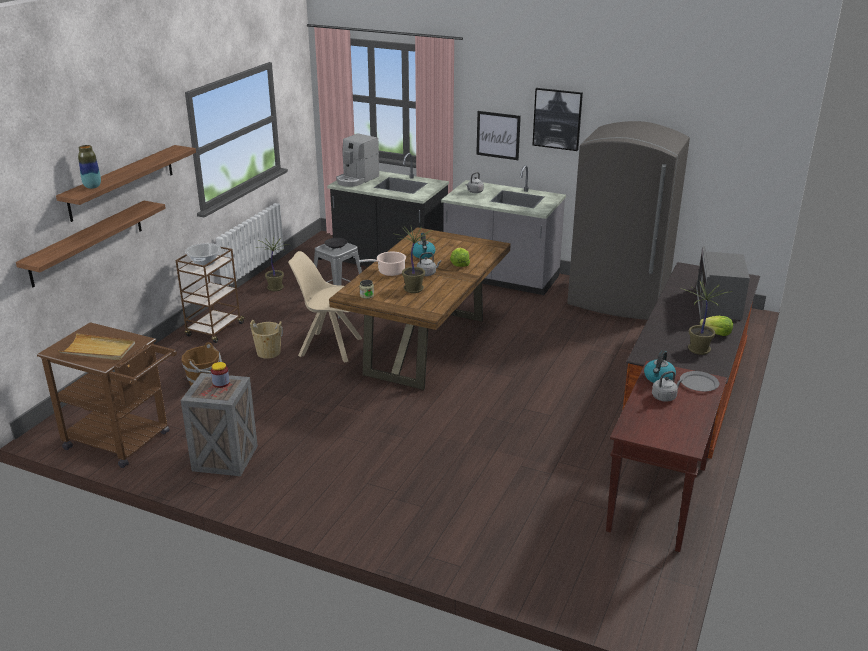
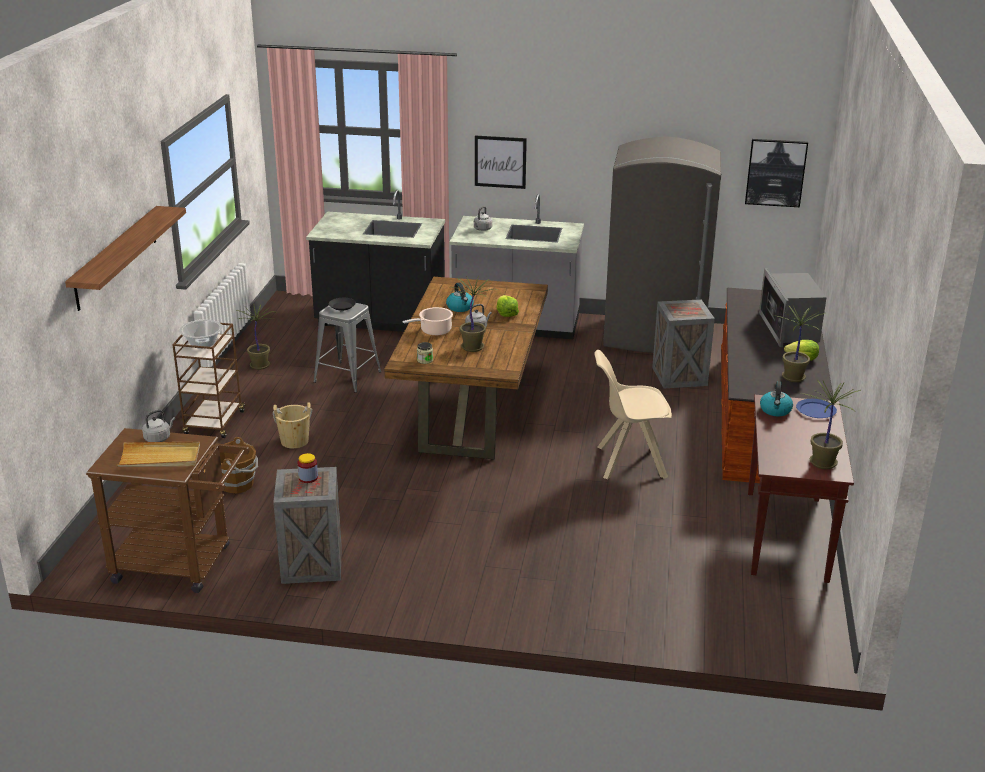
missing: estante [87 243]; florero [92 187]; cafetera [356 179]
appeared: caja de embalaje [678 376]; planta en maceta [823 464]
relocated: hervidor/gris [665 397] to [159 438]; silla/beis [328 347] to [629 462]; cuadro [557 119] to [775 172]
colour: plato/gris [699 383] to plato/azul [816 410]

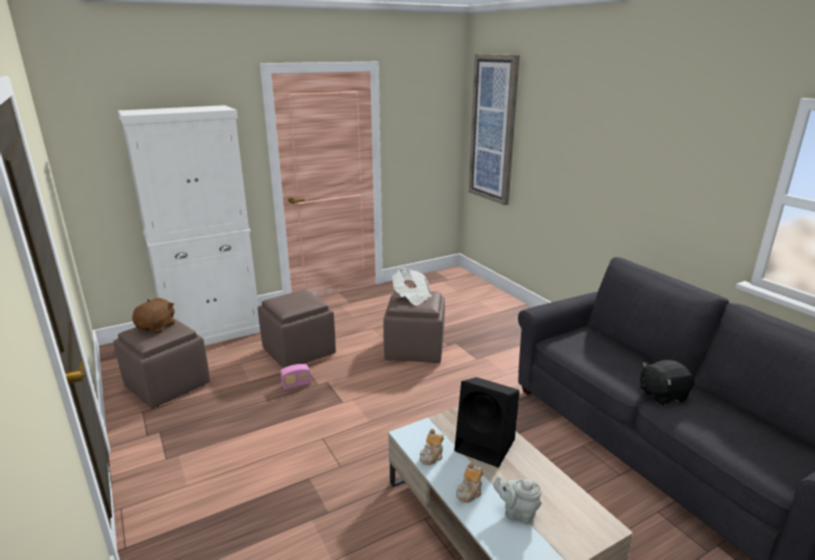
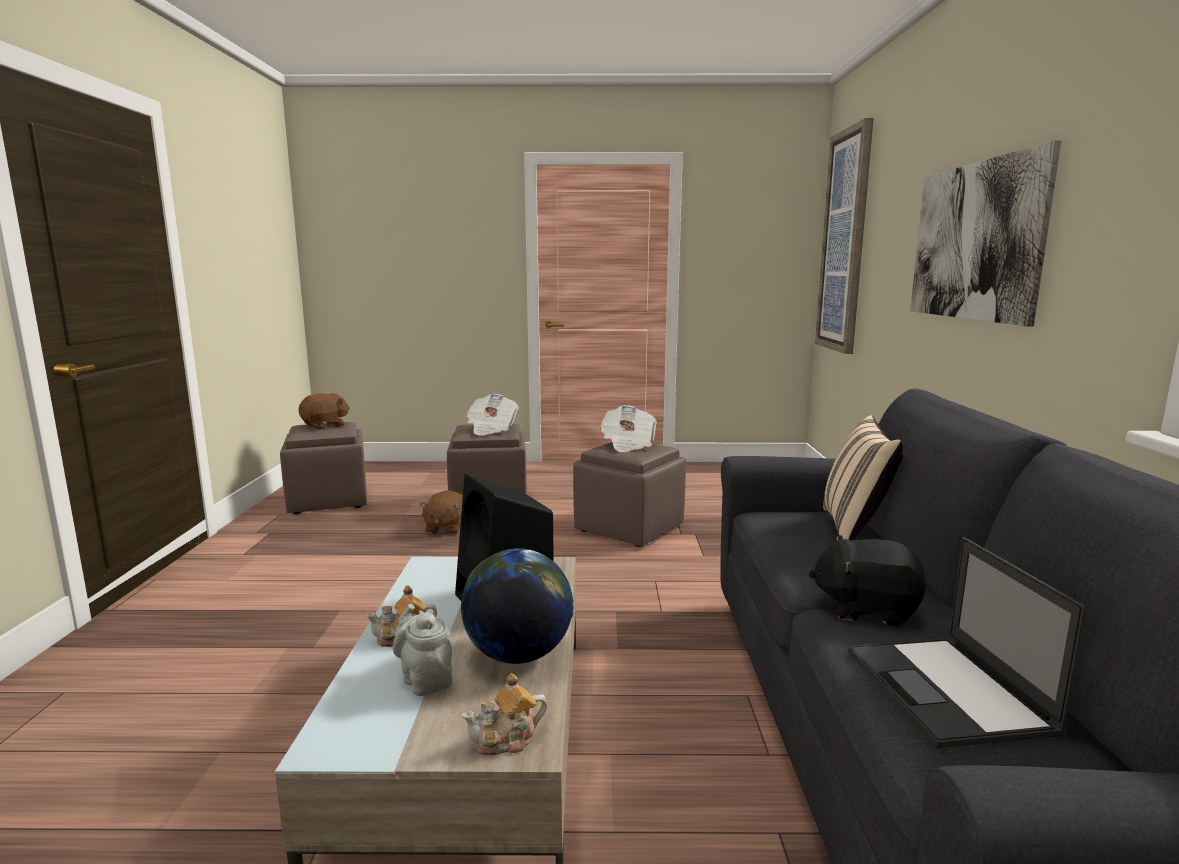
missing: armario/blanco [213 333]
appeared: globo terráqueo [518 655]; periódico [491 429]; cojín/beis [855 529]; portátil [948 691]; cuadro [974 241]
relocated: tetera [432 456] to [506 740]
exchanged: radio [296 385] to peluche/marrón [445 528]

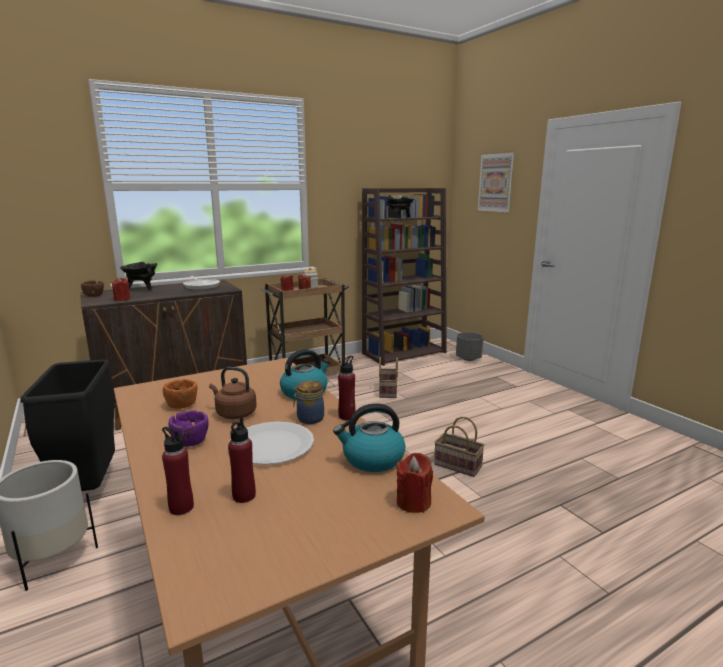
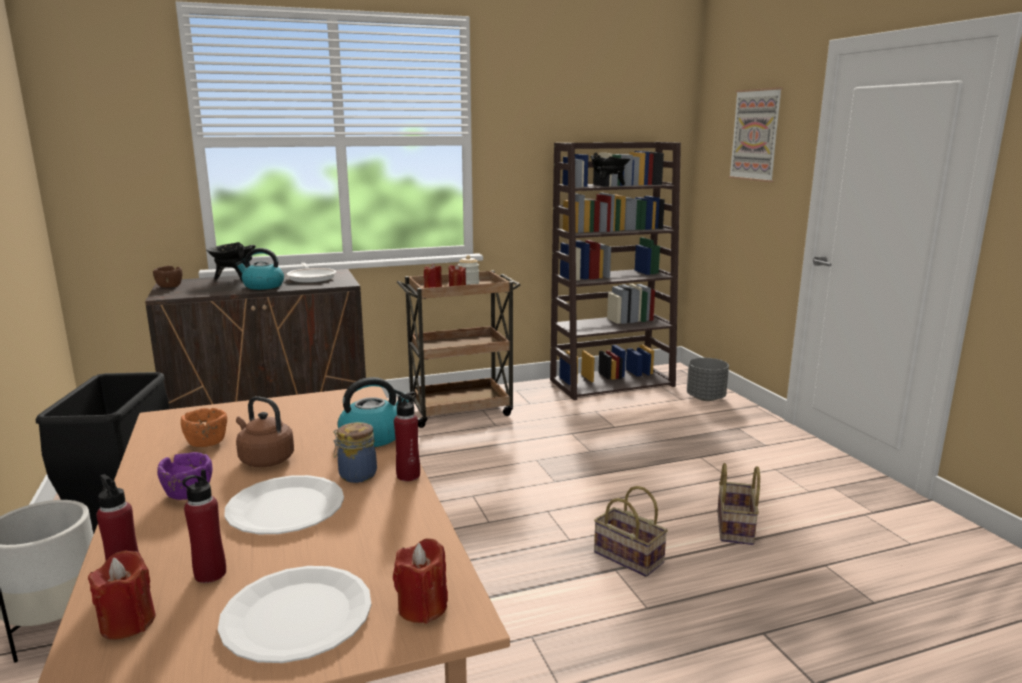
appeared: plato/blanco [297 615]
relocated: vela/rojo [122 299] to [128 623]; hervidor [372 459] to [262 286]; cesta [388 392] to [736 528]

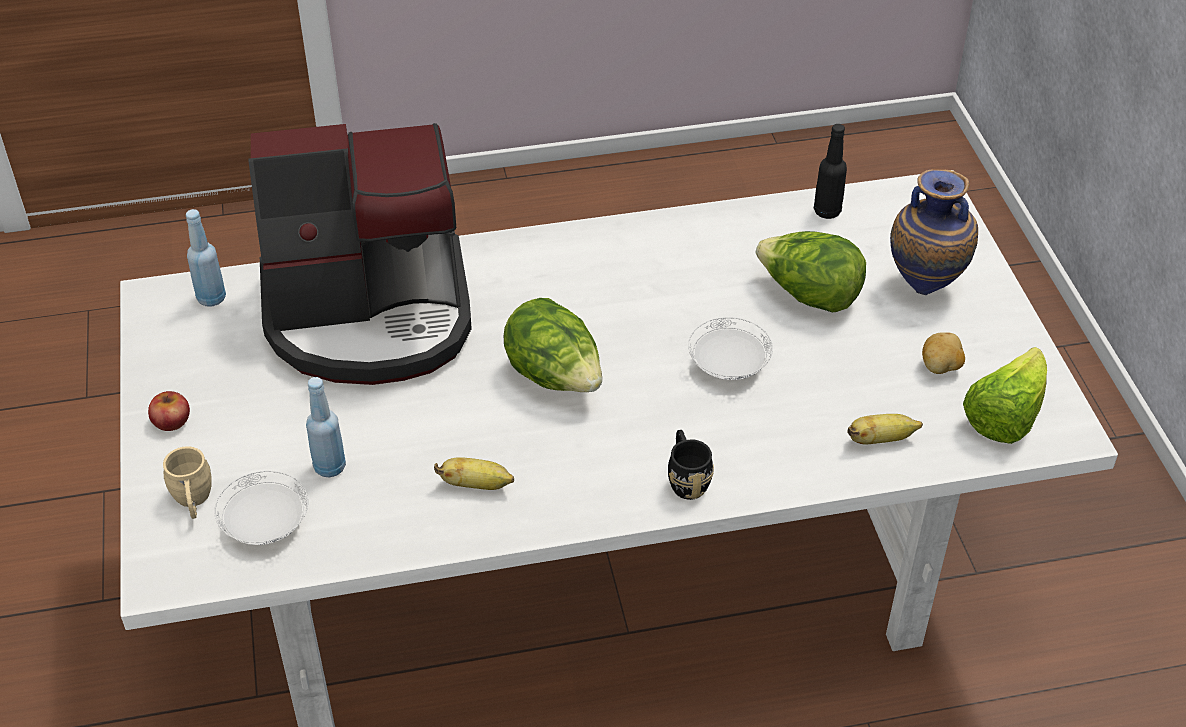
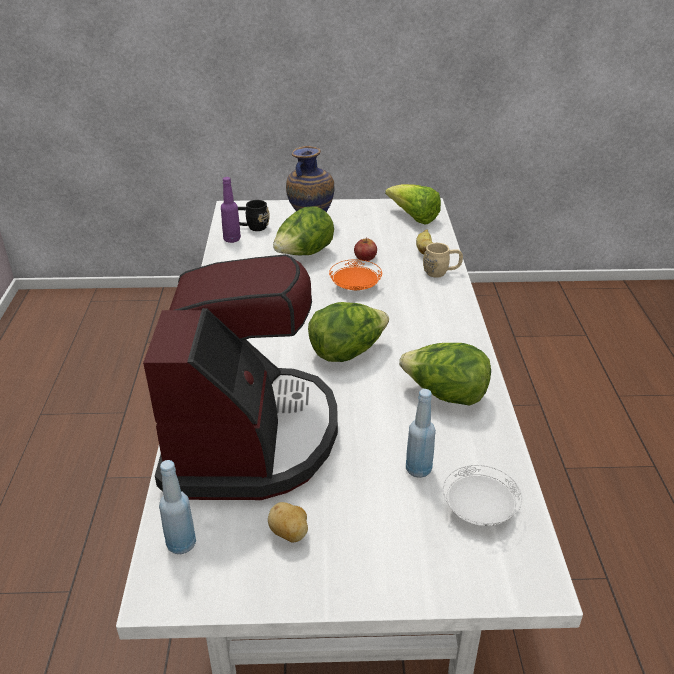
relocated: taza grande/negro [686 479] to [252 227]; patata [940 367] to [289 534]; manzana [171 420] to [365 257]; taza grande/beis [193 502] to [441 272]
exchanged: plátano [477 485] to lechuga [445 395]
colour: botella/negro [827 211] to botella/morado [232 239]; plato/blanco [729 366] to plato/naranja [355 287]

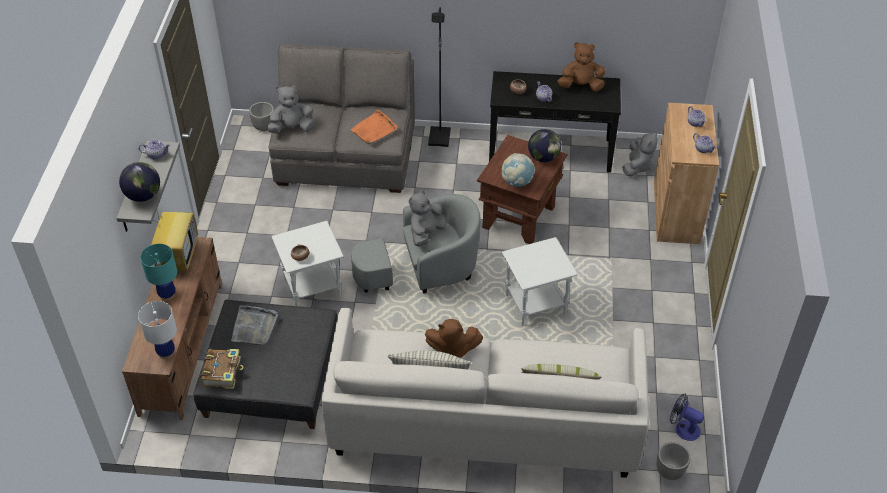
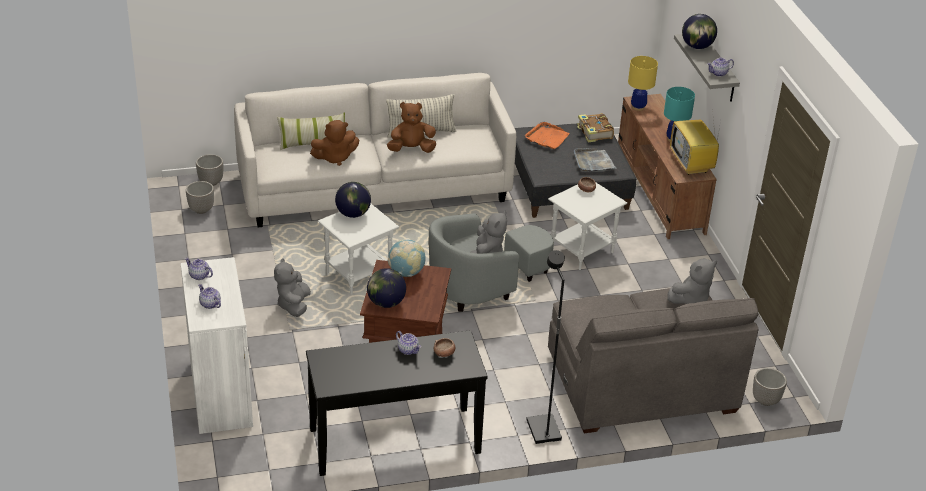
appeared: globo terráqueo [353 214]
relocated: peluche/gris [637 166] to [293 305]; peluche/marrón [581 86] to [335 158]; bandeja/naranja [374 129] to [547 137]
exchanged: ventilador [683 428] to maceta [201 209]
colour: armario/marrón [676 212] to armario/blanco [221 394]; lámpara de mesa/blanco [166 352] to lámpara de mesa/amarillo [638 107]

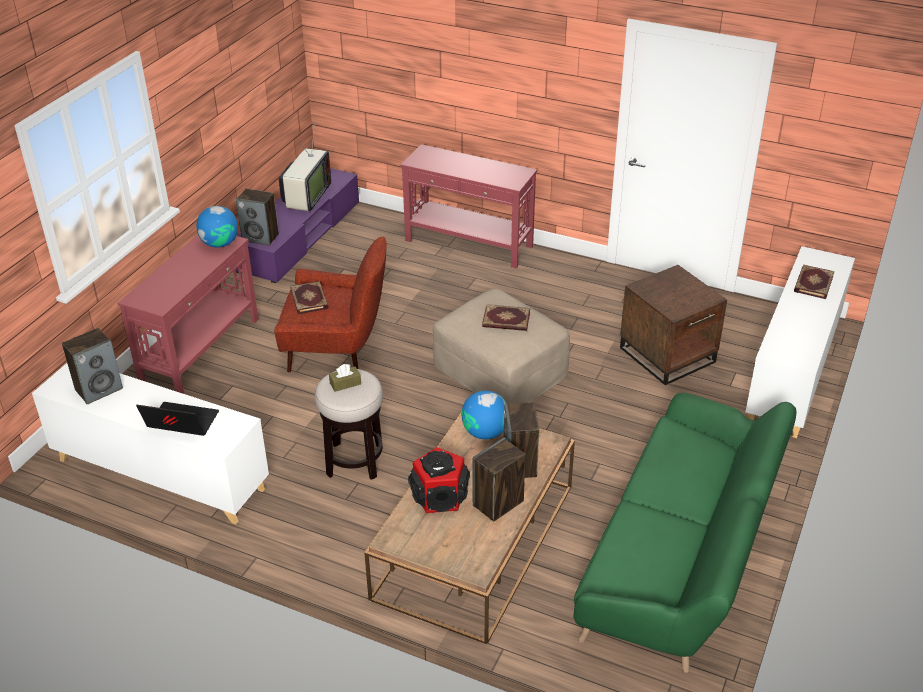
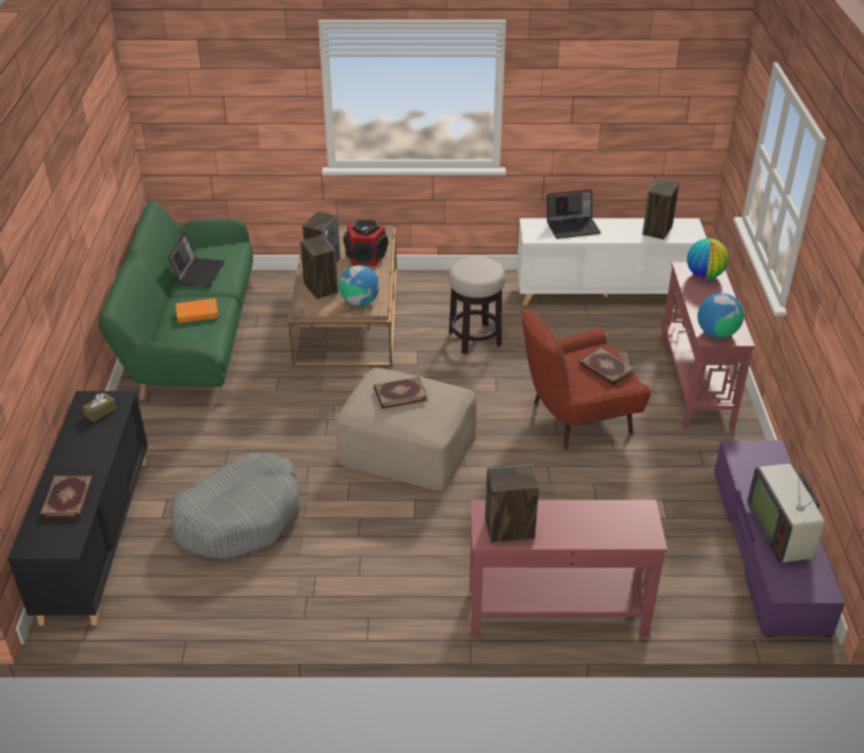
appeared: portátil [198 272]; libro/naranja [197 314]; globo terráqueo [704 275]
relocated: caja de pañuelos/marrón [345 383] to [100 412]; altavoz [261 237] to [509 529]
exchanged: mesa auxiliar/marrón [668 354] to cama para perro/gris [240 517]
colour: armario/blanco [793 372] to armario/negro [96 537]

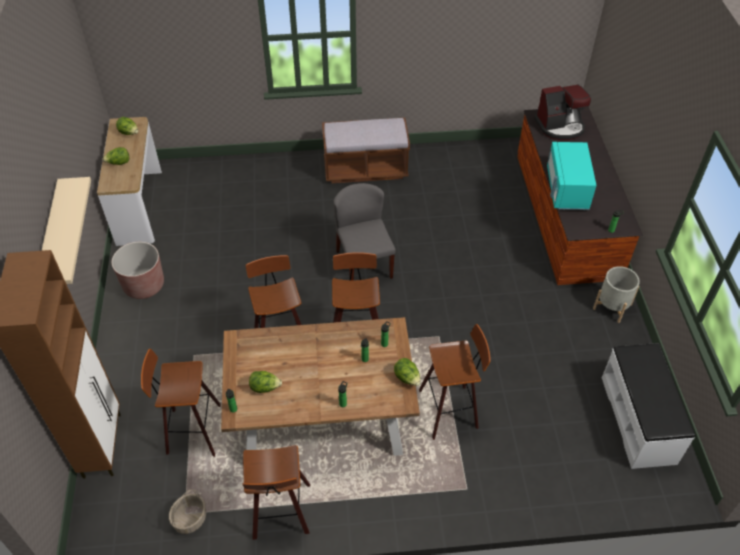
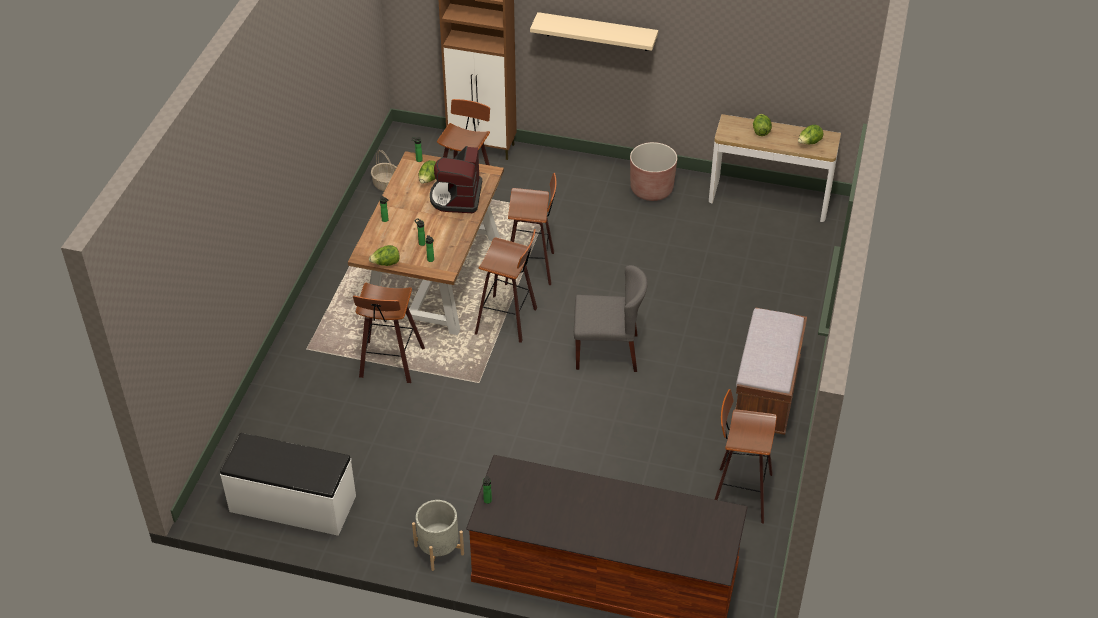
missing: microondas/turquesa [566 189]
relocated: cafetera [560 126] to [457 197]; taburete [280 513] to [739 493]

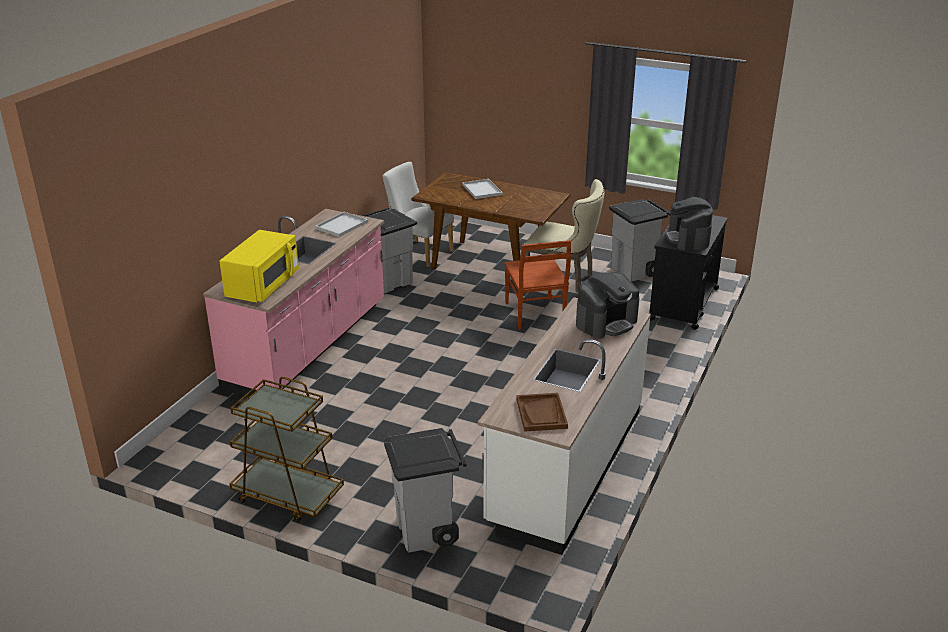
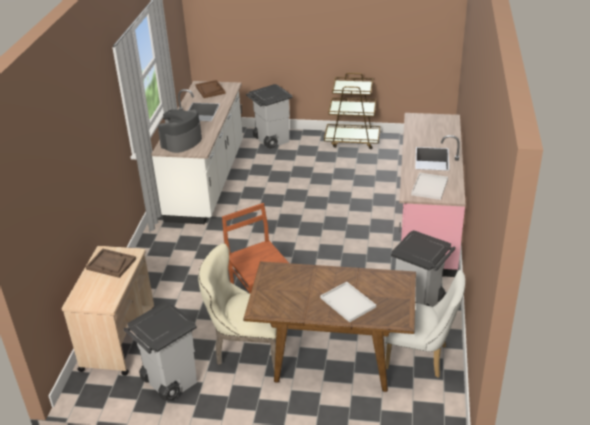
missing: microondas/amarillo [263 286]
exchanged: cafetera [688 239] to bandeja/marrón [111 264]
colour: carrito/negro [683 304] to carrito/beis [119 339]

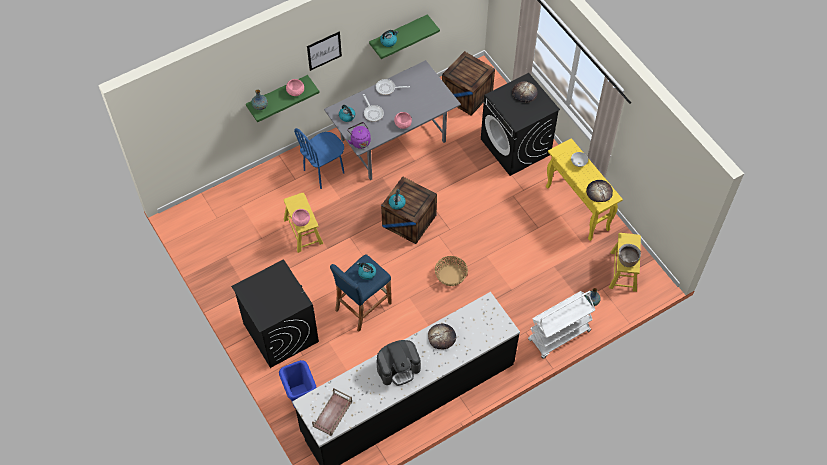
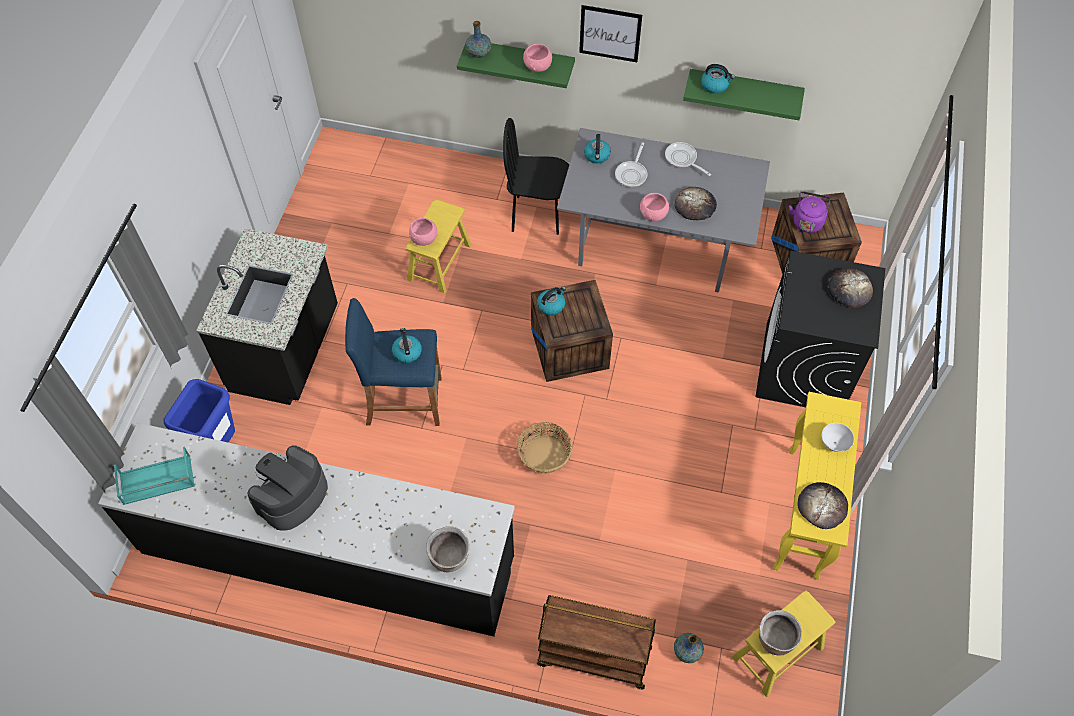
appeared: olla/marrón [450 558]
relocated: pan [442 337] to [695 206]; hervidor/morado [359 141] to [807 221]
exchanged: lavadora/negro [280 332] to mueble bajo de cocina/negro [287 351]
colour: bandeja/marrón [332 414] to bandeja/turquesa [156 480]; silla/azul [324 171] to silla/negro [537 215]; carrito/blanco [559 336] to carrito/marrón [593 656]
spun: cafetera [398 368] = [292 497] 105 degrees clockwise

